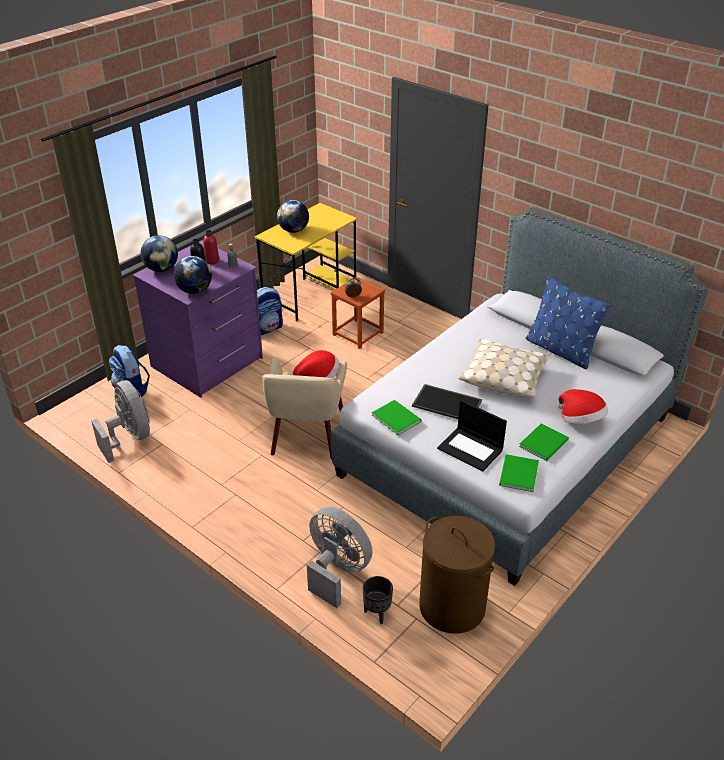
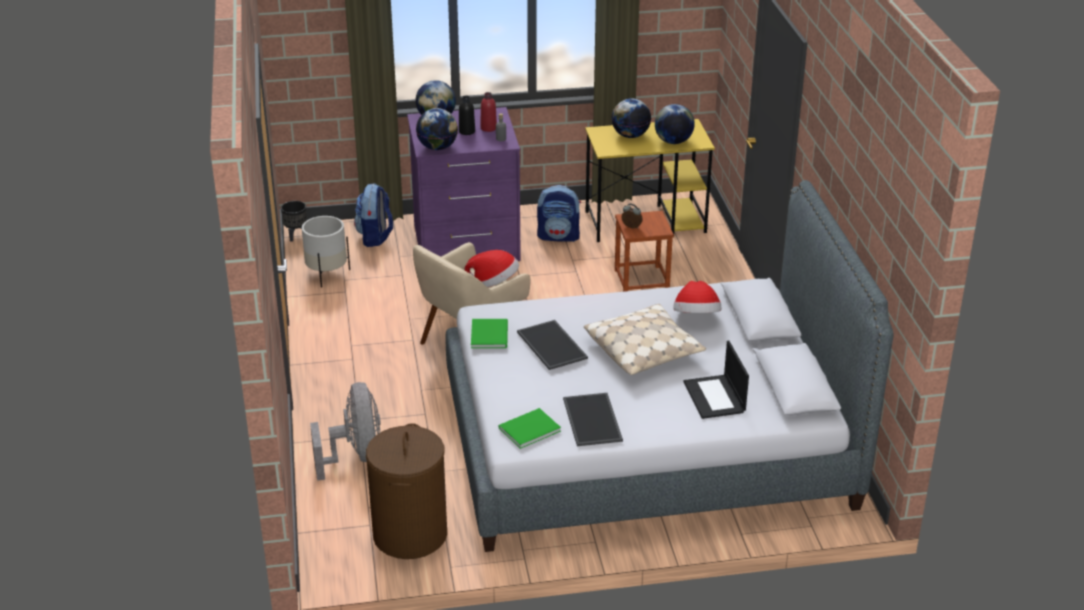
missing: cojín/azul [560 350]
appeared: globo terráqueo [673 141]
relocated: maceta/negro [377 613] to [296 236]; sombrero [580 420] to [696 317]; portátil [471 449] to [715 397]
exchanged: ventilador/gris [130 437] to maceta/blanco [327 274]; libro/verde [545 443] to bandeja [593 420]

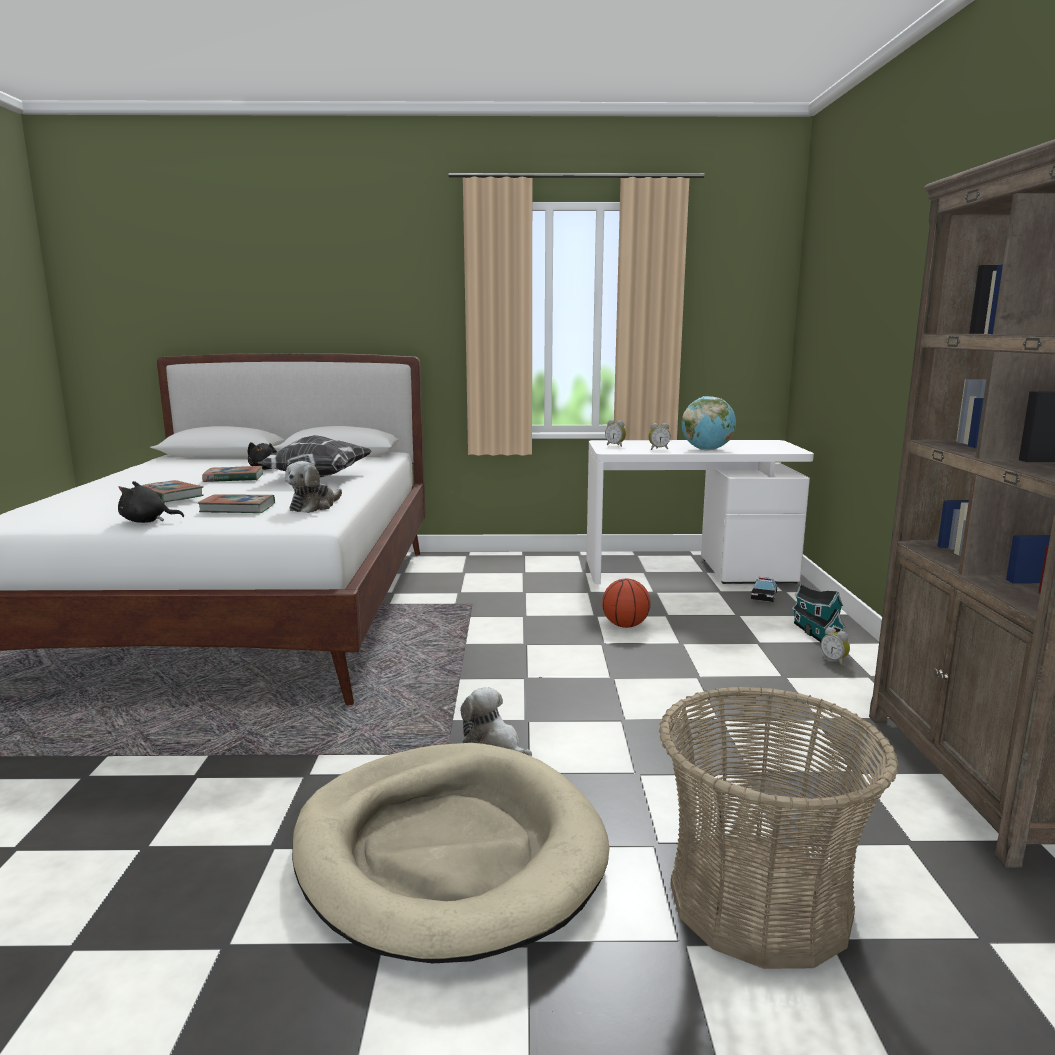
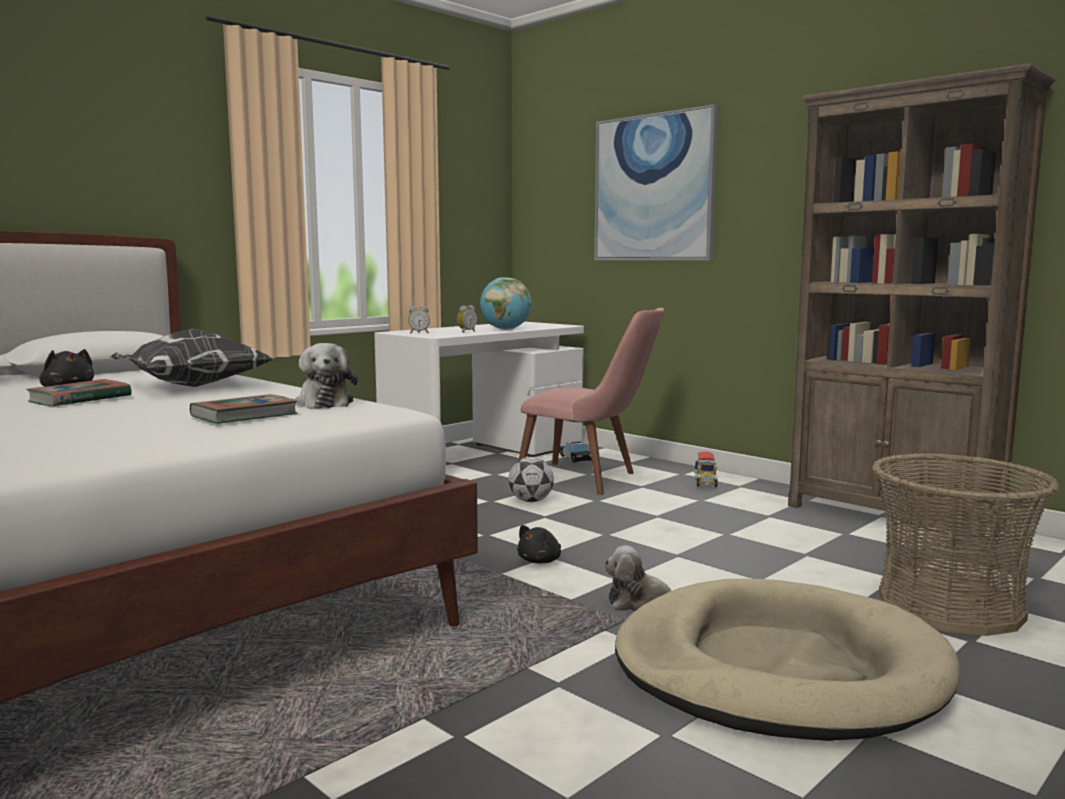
missing: libro [170 496]; casita [814 632]
appeared: silla/rosa [591 480]; cuadro [653 188]
relocated: peluche/negro [147 521] to [541 561]
exchanged: balón de baloncesto [625 626] to balón de fútbol [531 501]; despertador [834 661] to camión de juguete [705 483]

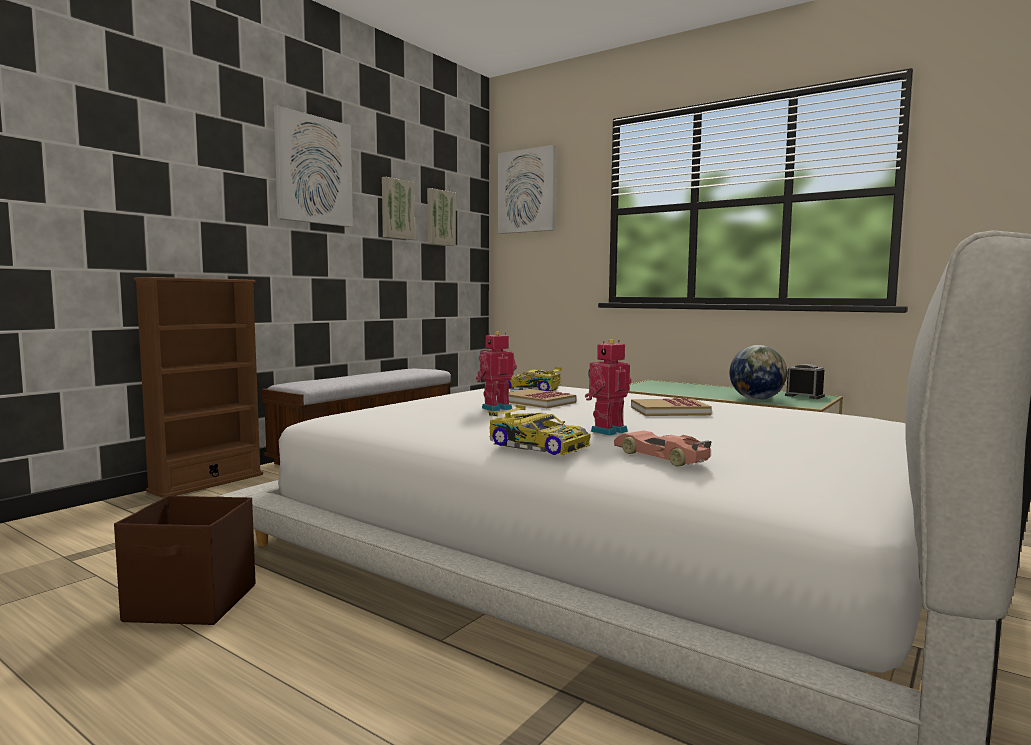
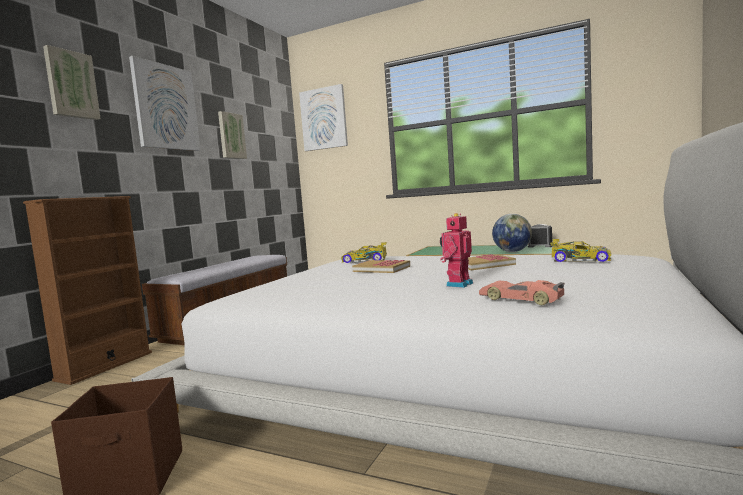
missing: robot de juguete [495 408]
relocated: cuadro [439 218] to [71 84]; coche de juguete [537 445] to [579 259]

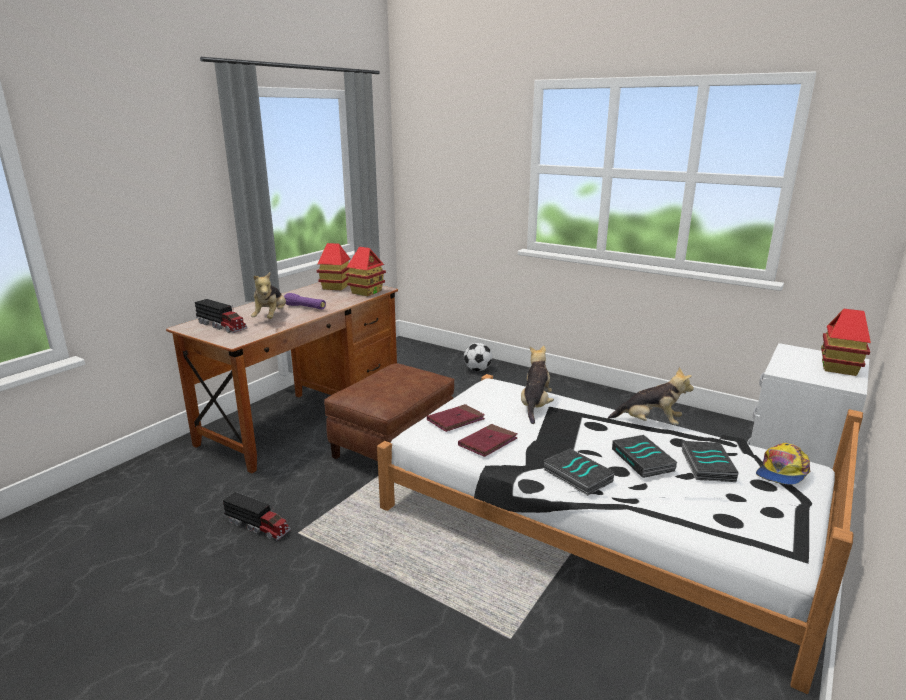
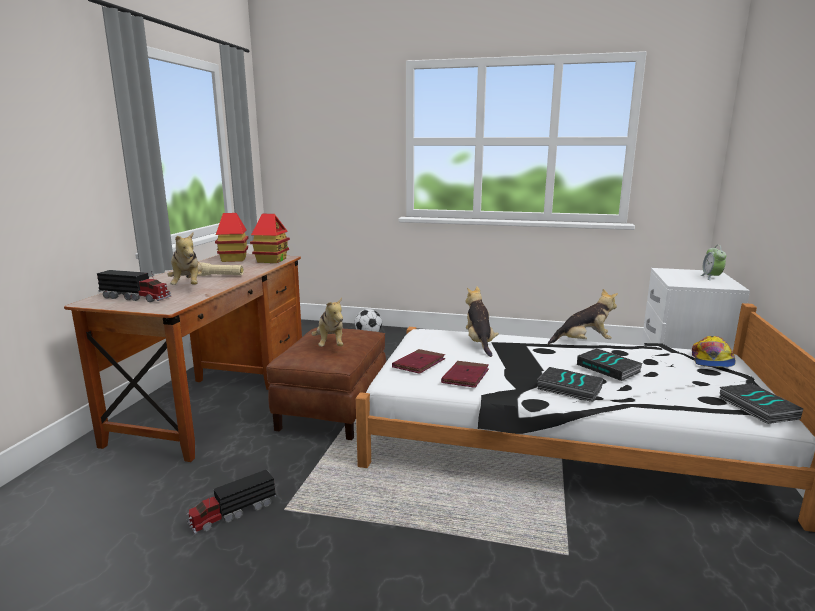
appeared: peluche [330 345]
relocated: libro [706 465] to [756 407]
exchanged: casita [839 368] to despertador [711 277]
colour: linterna/morado [305 307] to linterna/beis [219 276]
spun: camión de juguete [258 526] = [232 513] 135 degrees clockwise

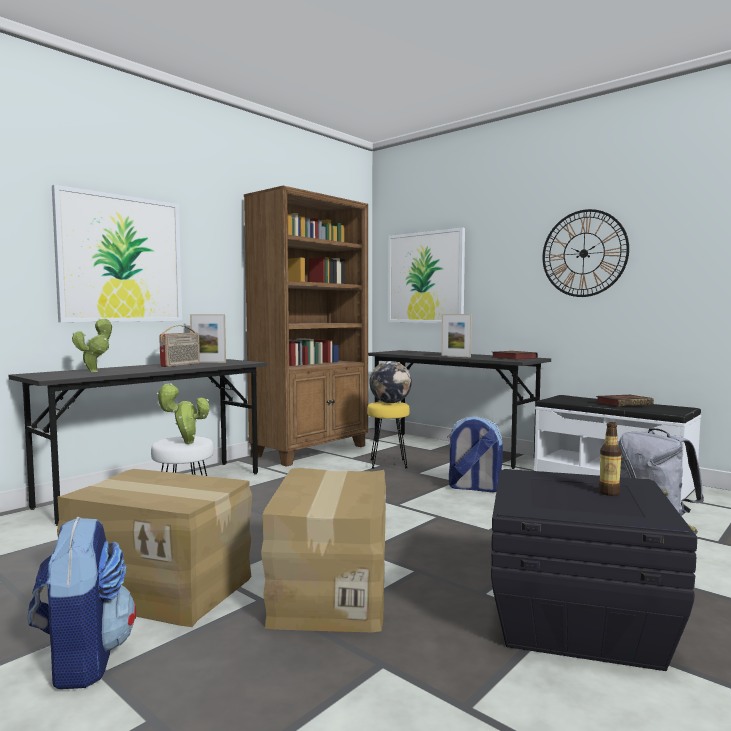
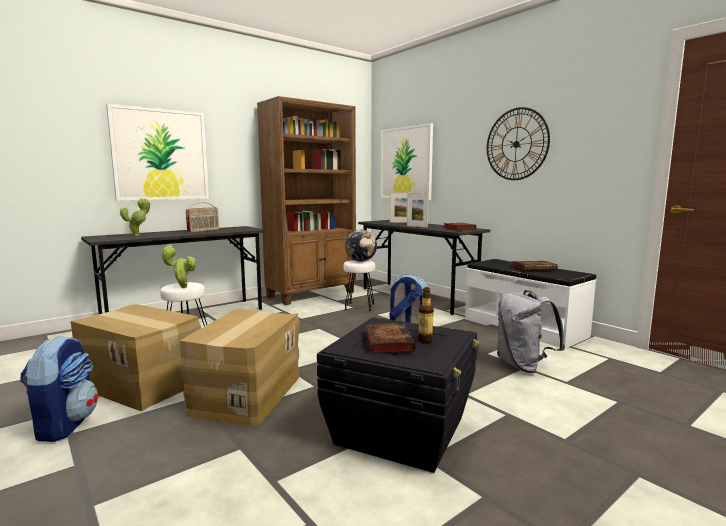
appeared: libro [387 341]
relocated: portarretratos [208 362] to [400 222]
colour: taburete/amarillo [387 464] to taburete/blanco [359 306]

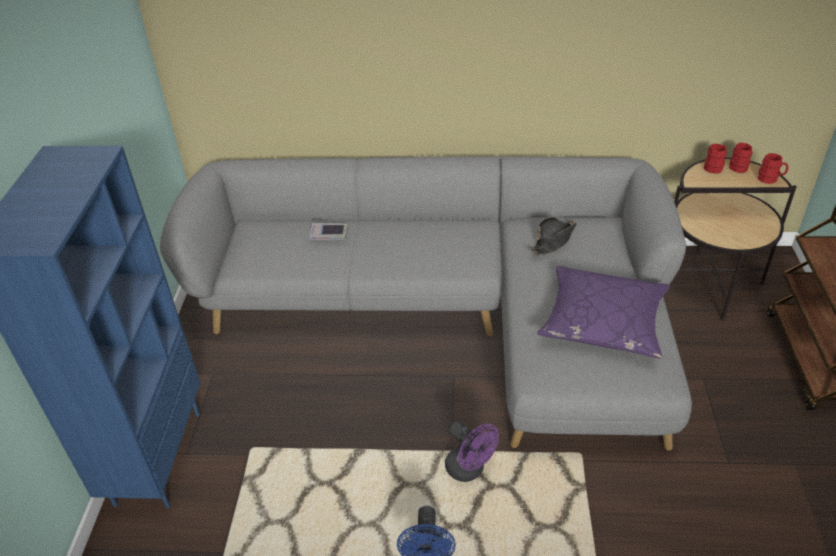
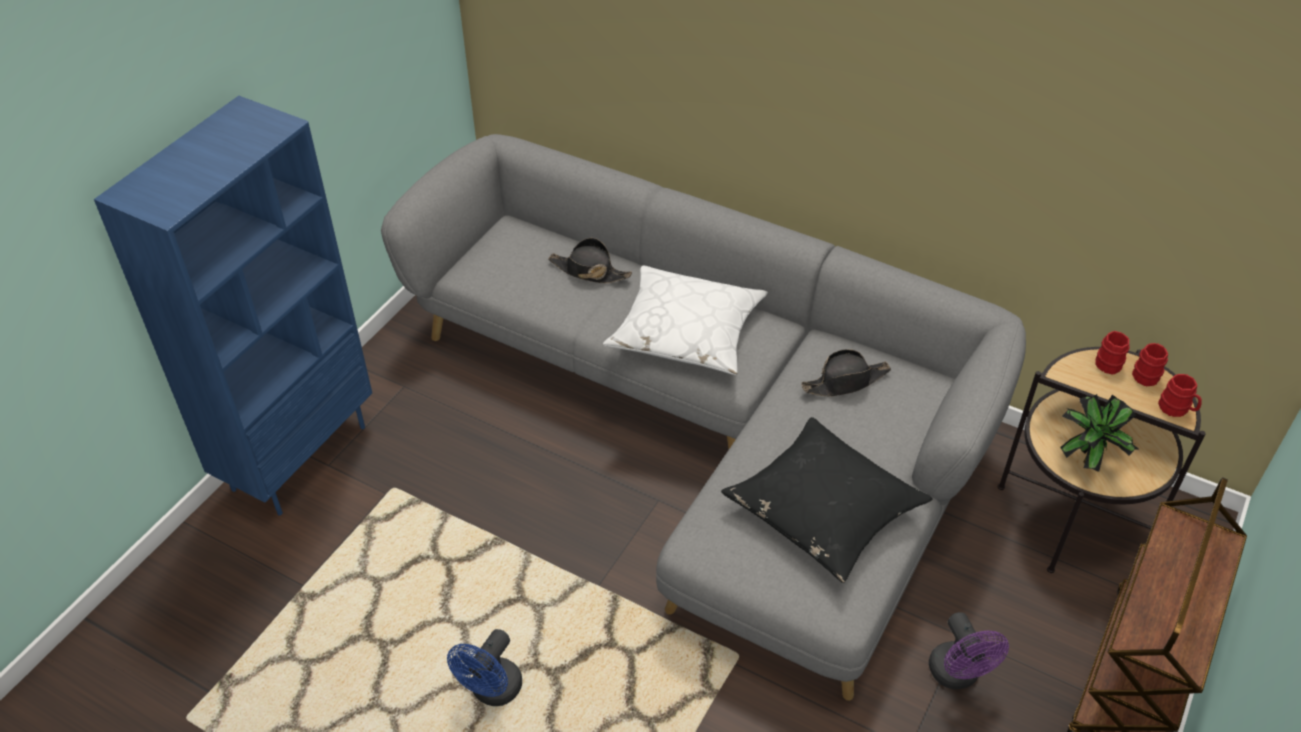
appeared: cojín/blanco [686 332]; planta en maceta [1088 458]
relocated: ventilador/morado [469 470] to [958 676]
exchanged: libro [329 234] to sombrero/negro [589 271]
colour: cojín/morado [603 321] to cojín/negro [824 509]

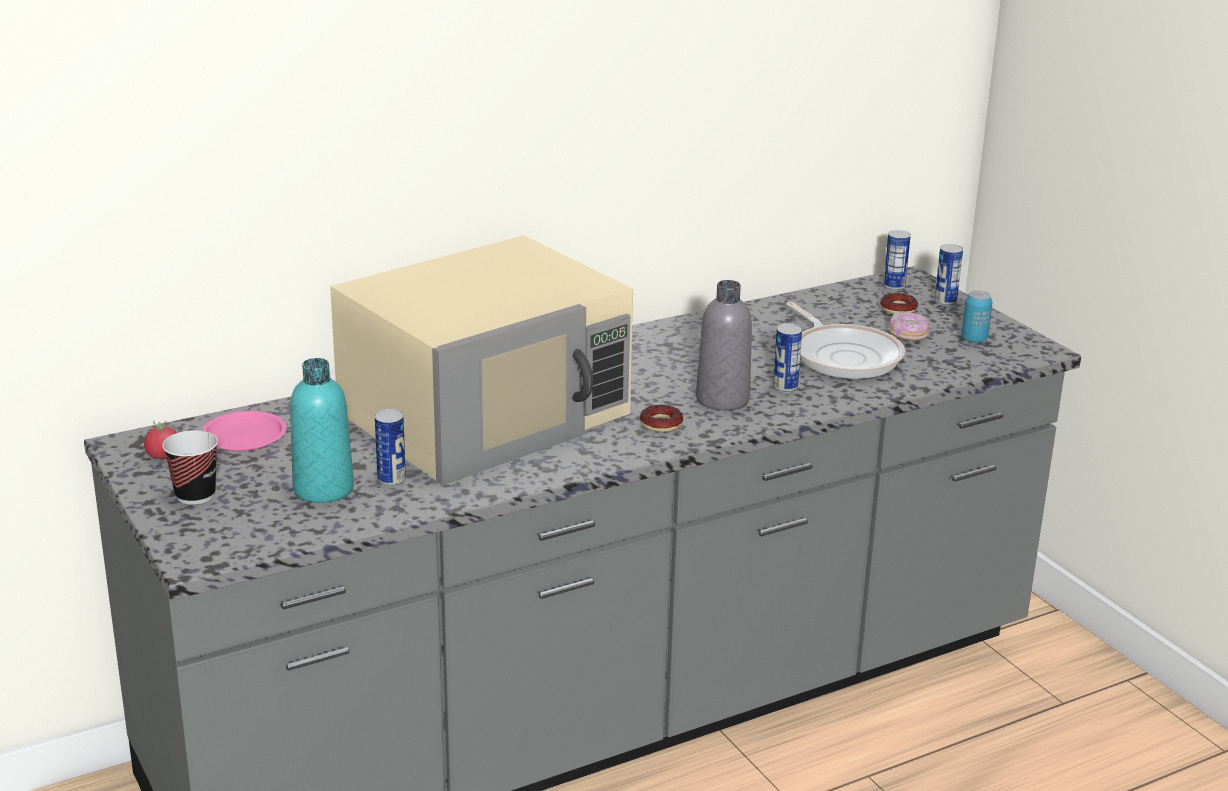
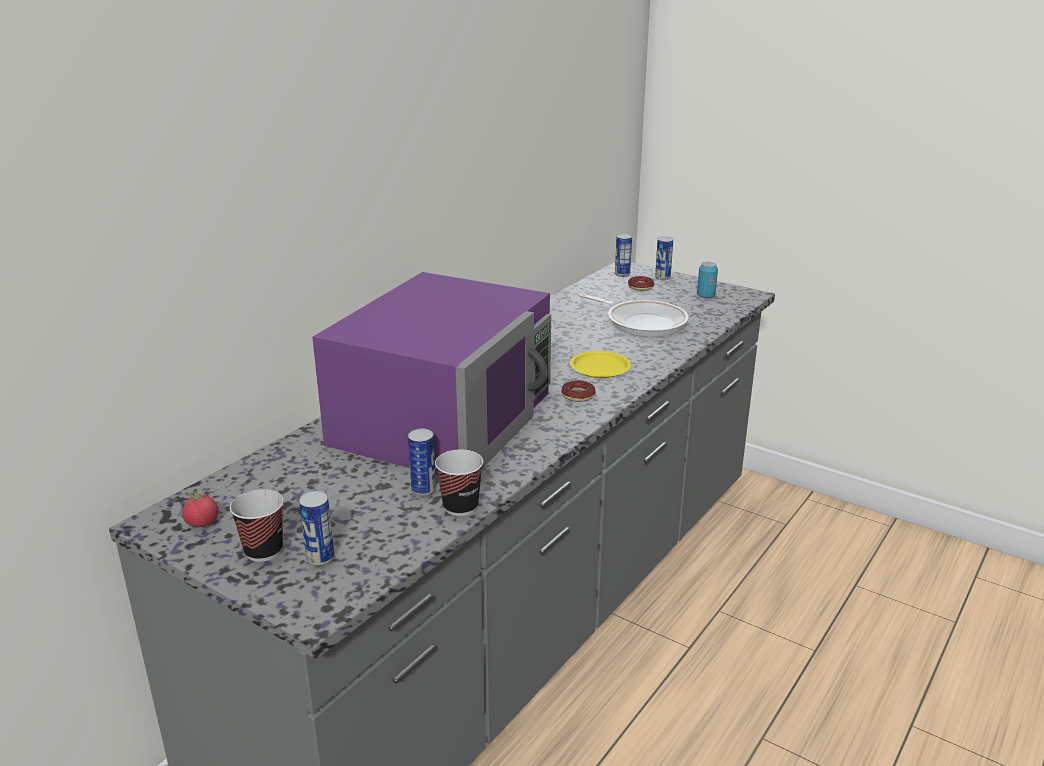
missing: plato/rosa [243 437]; botella/turquesa [323 489]; rosquilla [907 335]
appeared: taza [460 506]
relocated: lata [785 388] to [320 559]
exchanged: botella/gris [722 399] to plato/amarillo [599 368]
colour: microondas/beis [487 413] to microondas/morado [445 418]

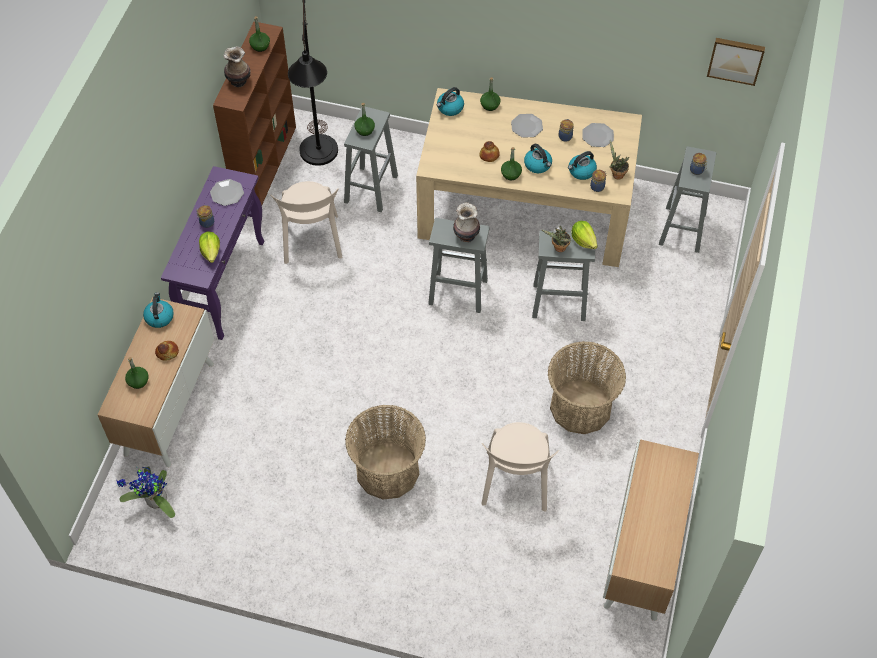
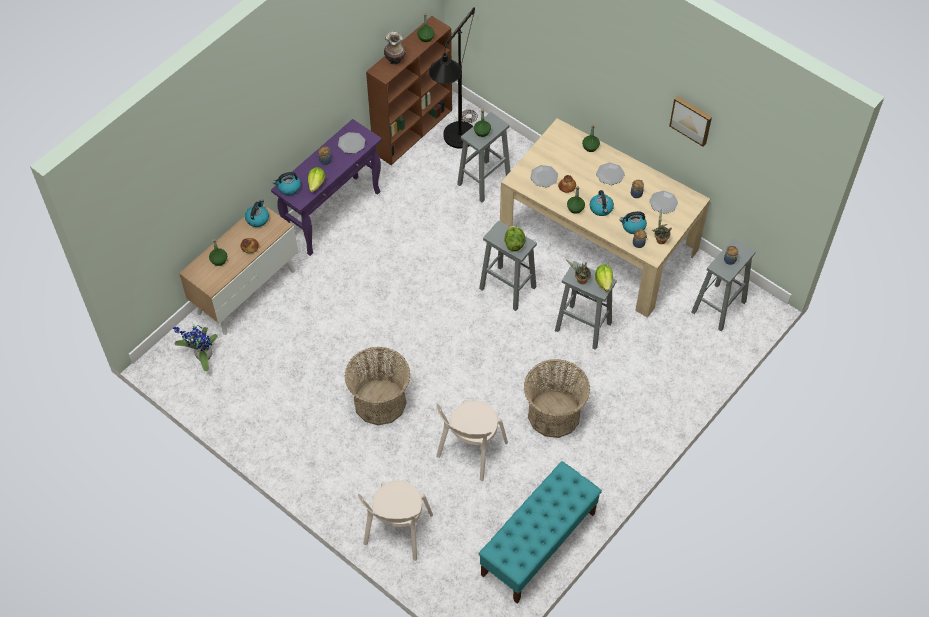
appeared: plato [544 177]
relocated: hervidor [450 108] to [288 187]; silla/beis [311 242] to [397 532]; cuadro [736 59] to [691 120]
exchanged: armario [642 554] to banco/turquesa [538 544]; florero [466 236] to lechuga [514 243]

